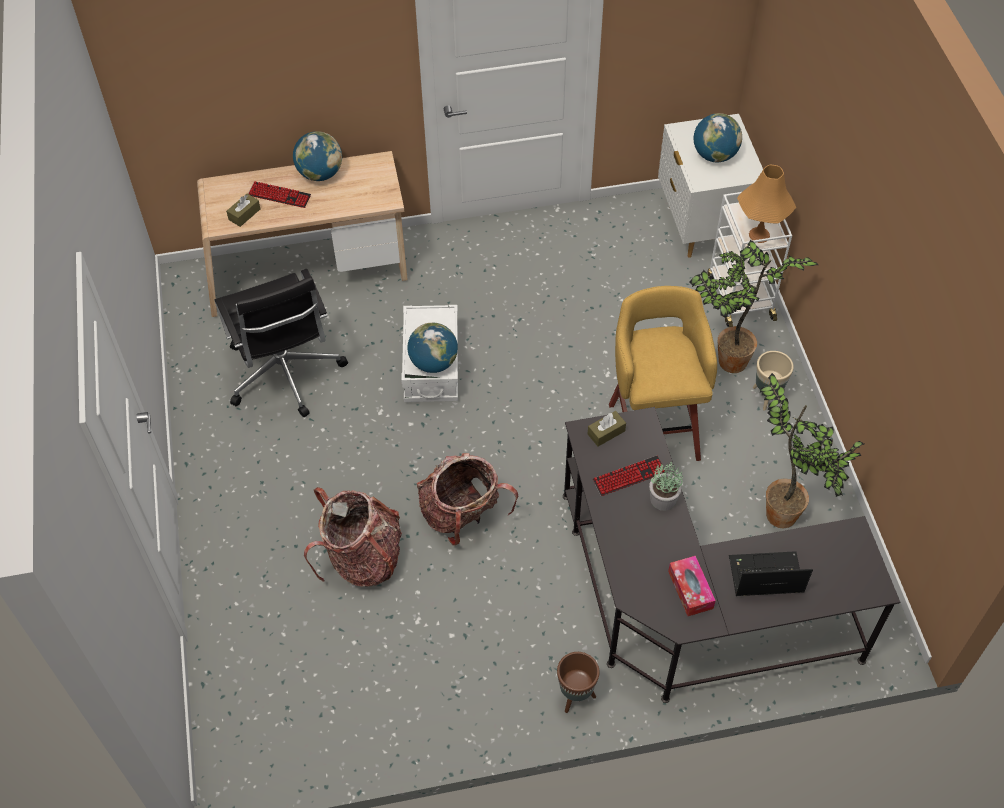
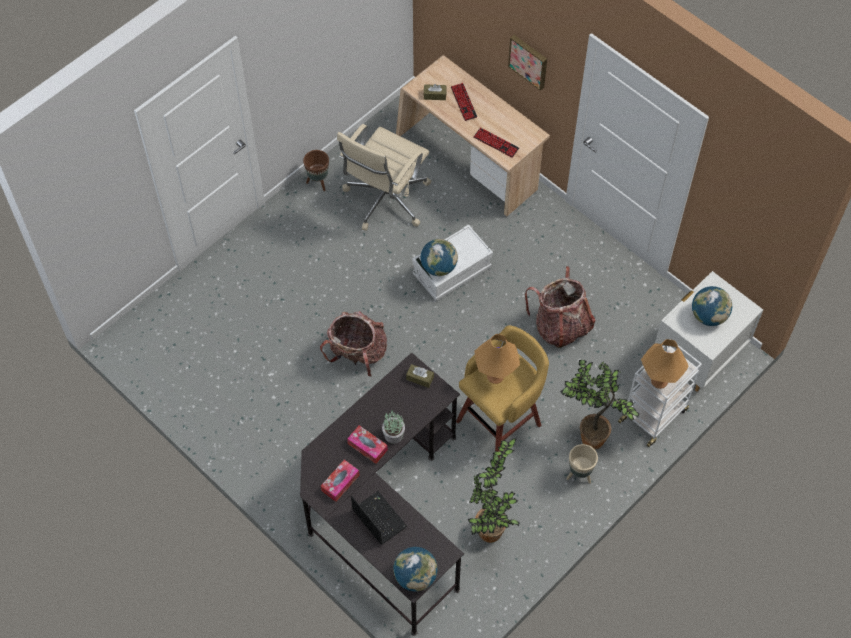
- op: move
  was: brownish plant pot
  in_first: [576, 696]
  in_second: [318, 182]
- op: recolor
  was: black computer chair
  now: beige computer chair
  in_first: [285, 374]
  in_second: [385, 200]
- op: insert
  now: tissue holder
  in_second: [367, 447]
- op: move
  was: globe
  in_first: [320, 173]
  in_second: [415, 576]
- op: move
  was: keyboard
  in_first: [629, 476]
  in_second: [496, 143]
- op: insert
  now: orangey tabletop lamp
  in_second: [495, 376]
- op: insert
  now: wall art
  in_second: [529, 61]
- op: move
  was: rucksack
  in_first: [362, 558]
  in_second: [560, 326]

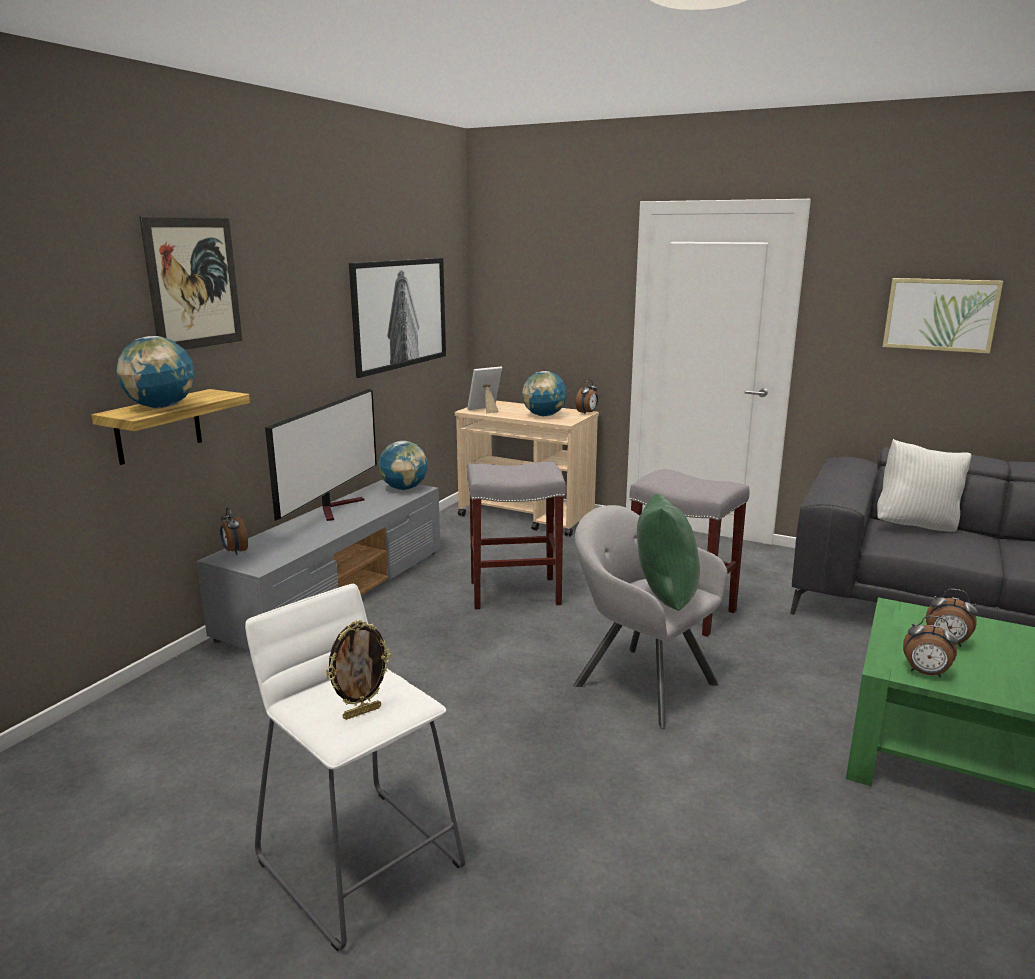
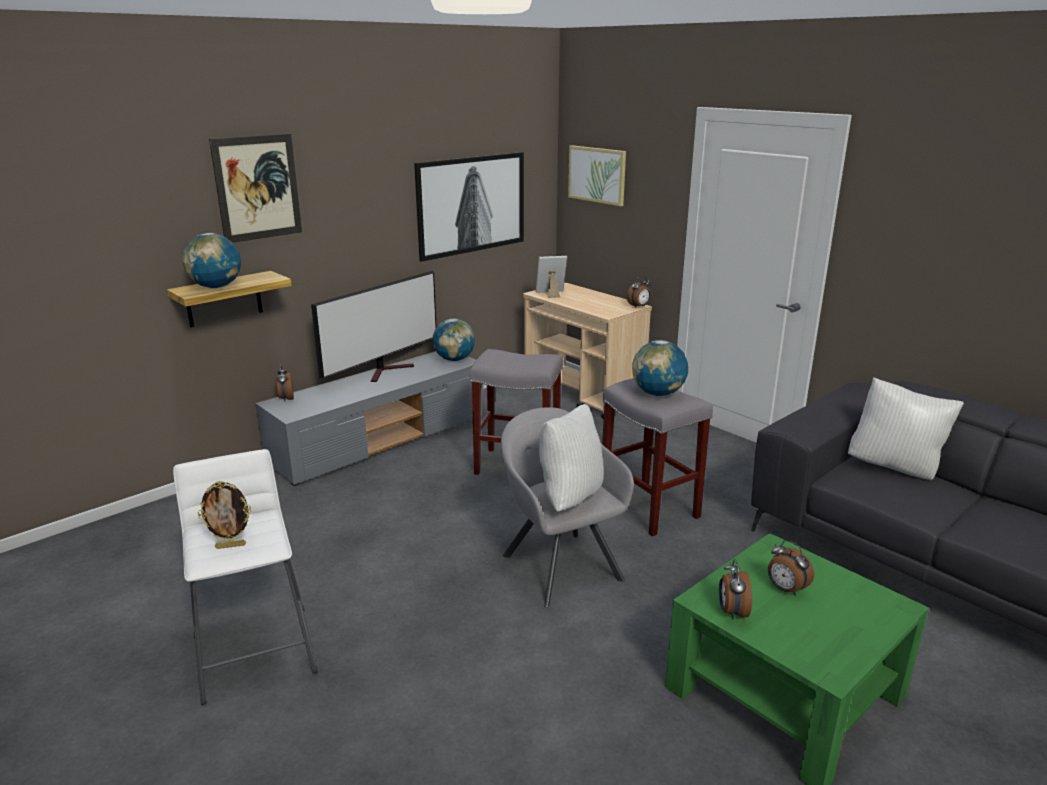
- op: recolor
  was: greenish cushion
  now: white cushion
  in_first: [662, 598]
  in_second: [569, 497]
- op: move
  was: wall art
  in_first: [940, 314]
  in_second: [597, 175]
- op: move
  was: globe
  in_first: [544, 415]
  in_second: [658, 393]
- op: rotate
  was: table clock
  in_first: [925, 673]
  in_second: [731, 612]
  clockwise: 45

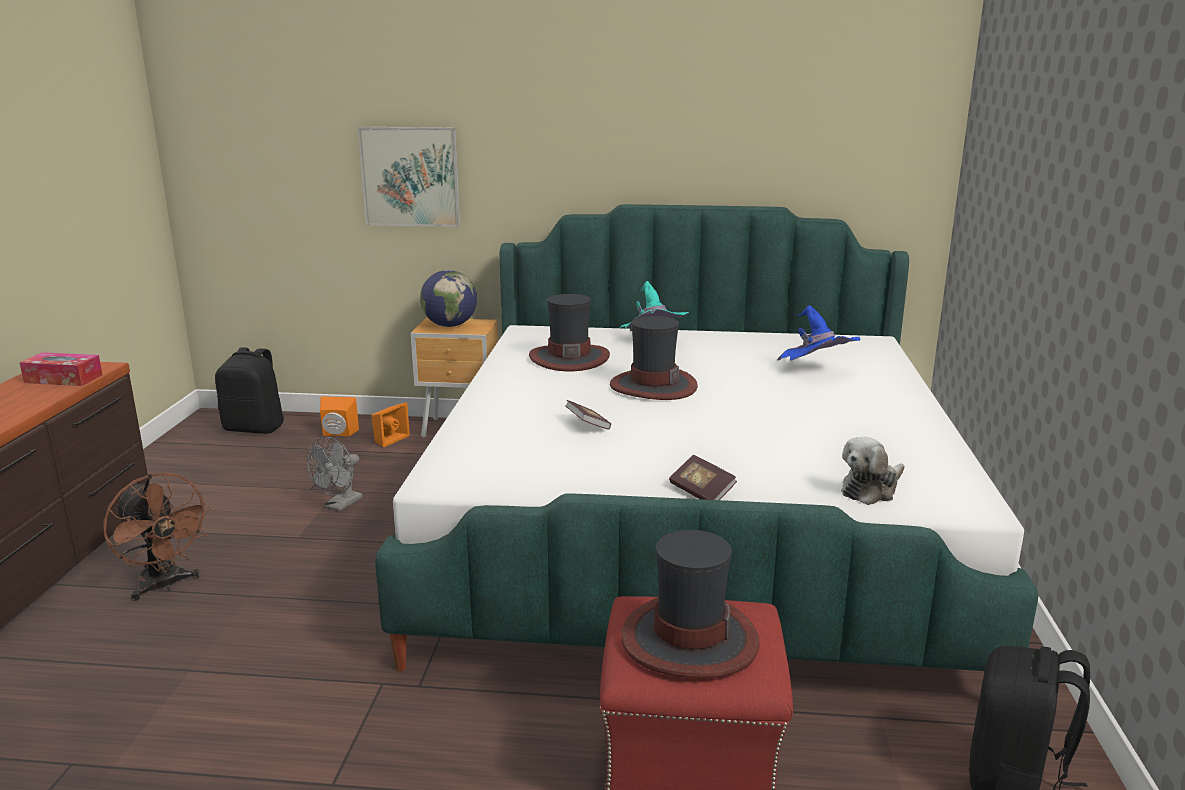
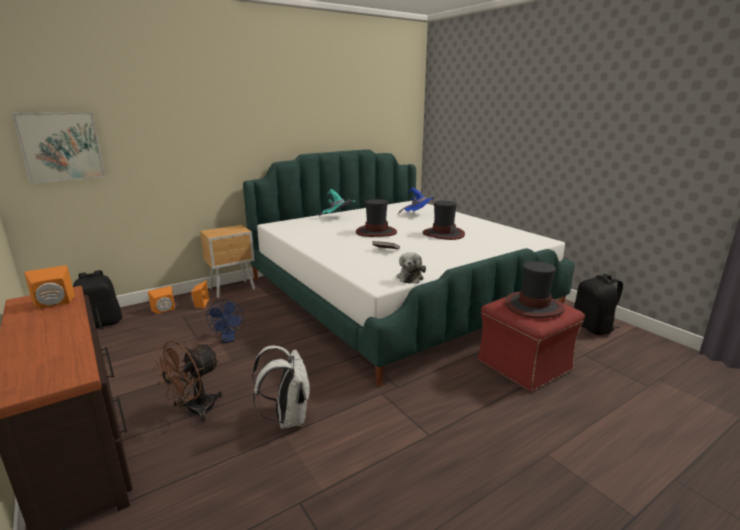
- op: move
  was: wall art
  in_first: [410, 176]
  in_second: [61, 147]
- op: replace
  was: tissue holder
  now: orangey loudspeaker
  in_first: [63, 379]
  in_second: [54, 304]
- op: rotate
  was: brownish cooling fan
  in_first: [165, 586]
  in_second: [194, 411]
  clockwise: 120
- op: recolor
  was: greyish cooling fan
  now: blue-coloured cooling fan
  in_first: [340, 505]
  in_second: [228, 339]
- op: insert
  now: white rucksack
  in_second: [288, 418]
- op: move
  was: plush toy
  in_first: [871, 490]
  in_second: [410, 277]
- op: move
  was: clothing hat
  in_first: [569, 358]
  in_second: [443, 234]
- op: delete
  was: globe
  in_first: [450, 325]
- op: delete
  was: volume
  in_first: [702, 492]

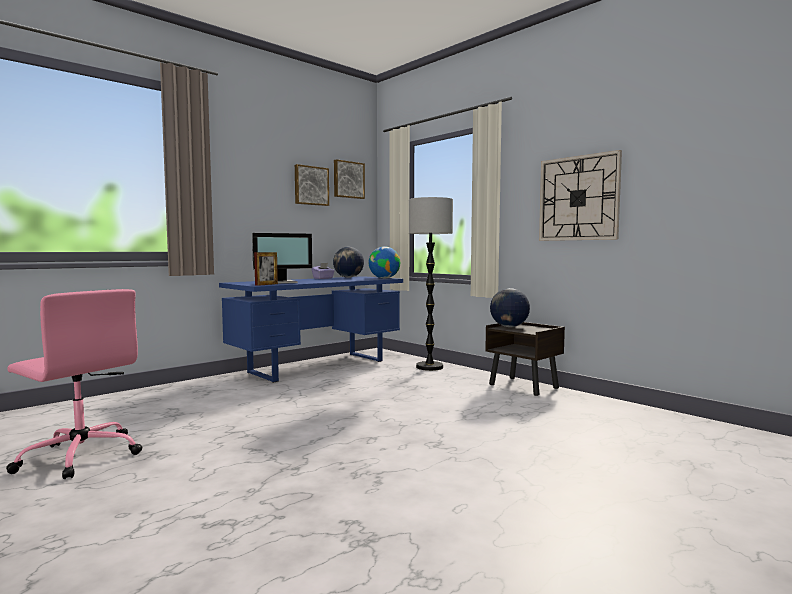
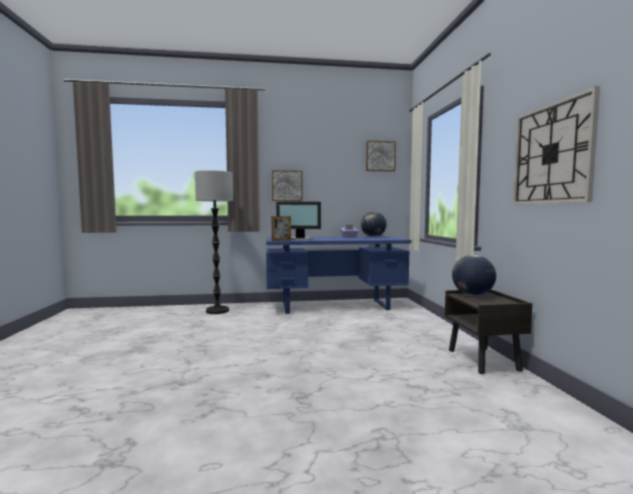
- op: move
  was: floor lamp
  in_first: [430, 367]
  in_second: [217, 311]
- op: move
  was: wall art
  in_first: [311, 185]
  in_second: [287, 186]
- op: delete
  was: pink computer chair
  in_first: [80, 455]
- op: delete
  was: globe
  in_first: [384, 278]

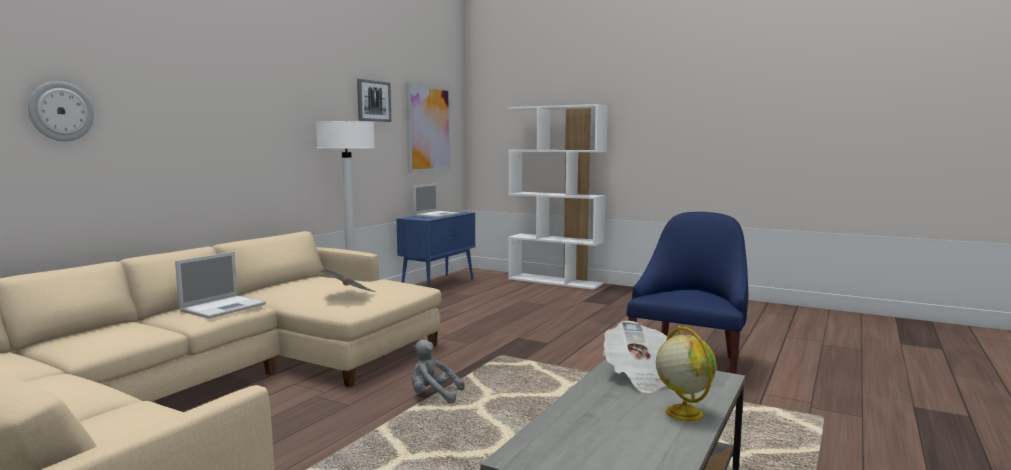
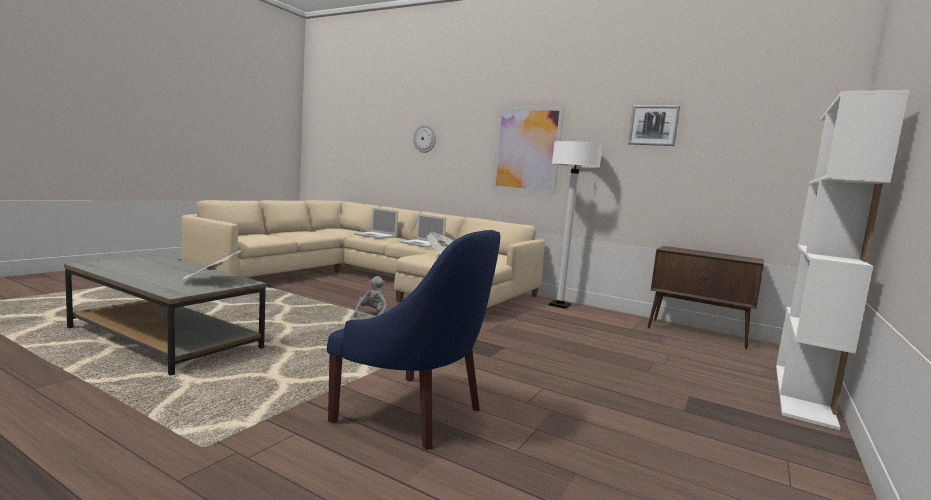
- op: move
  was: notebook computer
  in_first: [437, 215]
  in_second: [376, 235]
- op: move
  was: wall art
  in_first: [428, 128]
  in_second: [527, 149]
- op: recolor
  was: blue-coloured cabinet
  now: brownish cabinet
  in_first: [438, 284]
  in_second: [698, 333]
- op: delete
  was: globe
  in_first: [683, 413]

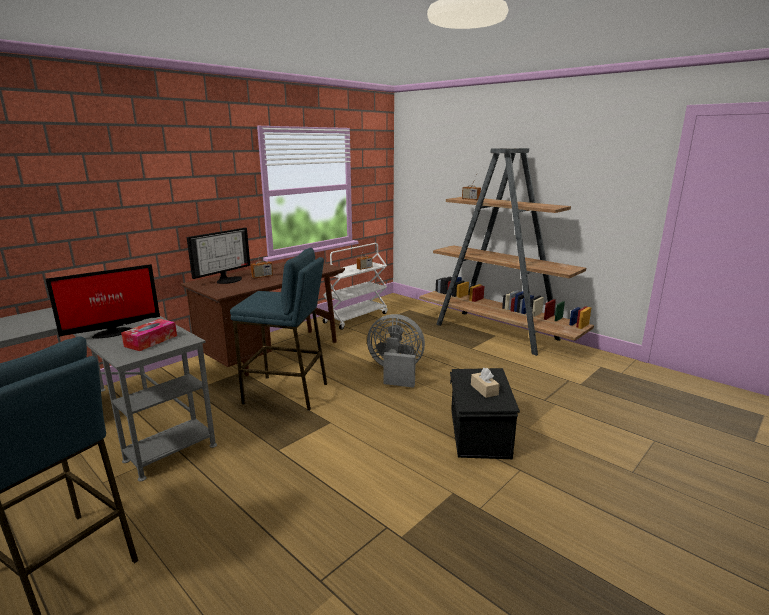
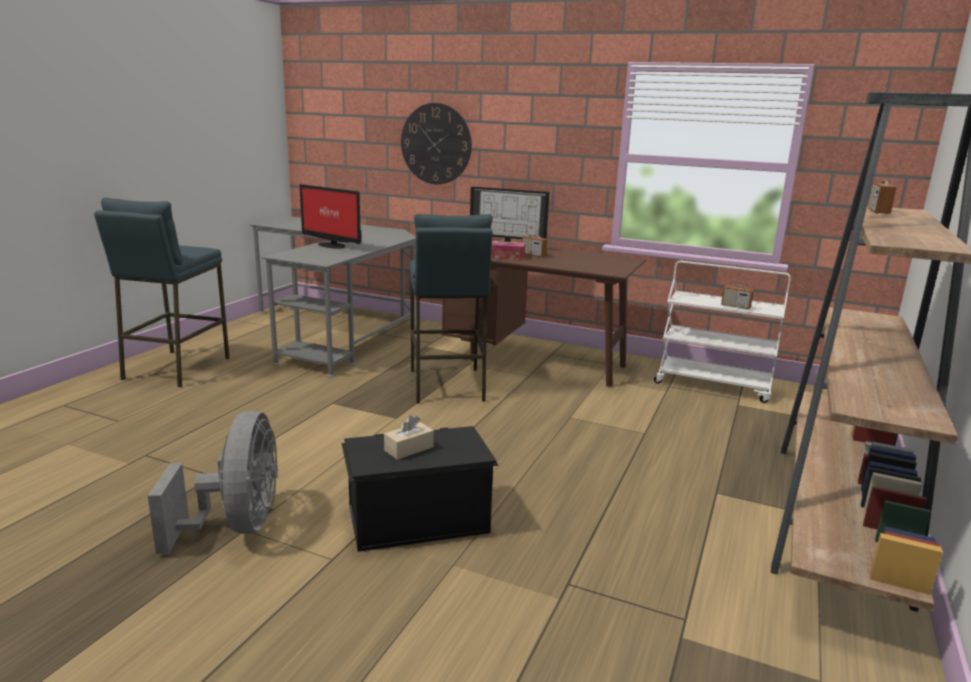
- op: move
  was: greyish cooling fan
  in_first: [395, 372]
  in_second: [237, 526]
- op: insert
  now: wall clock
  in_second: [436, 144]
- op: move
  was: tissue holder
  in_first: [151, 341]
  in_second: [504, 256]

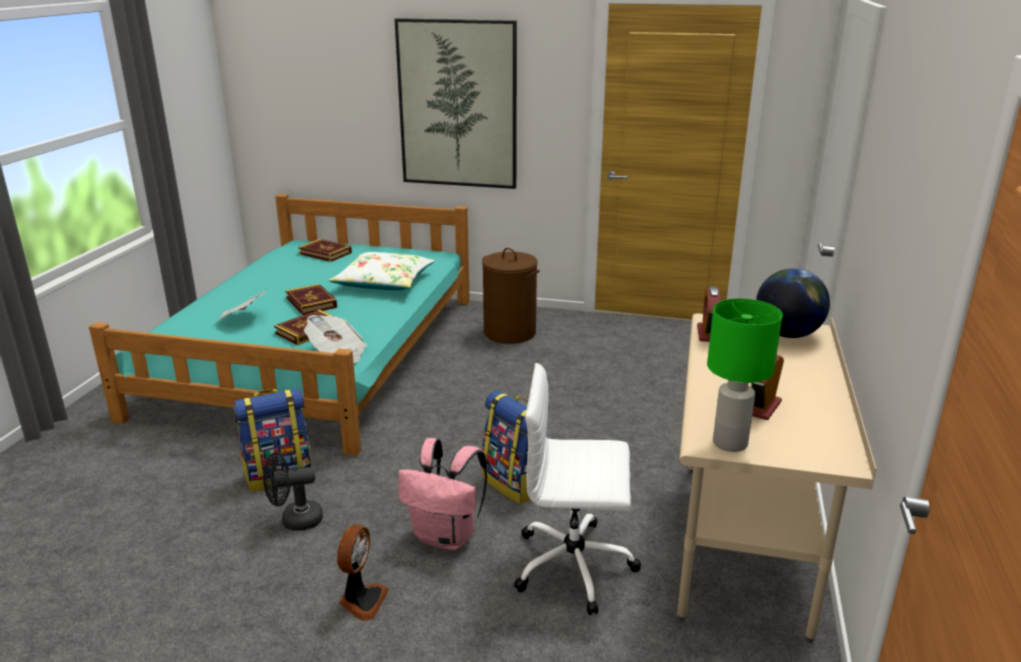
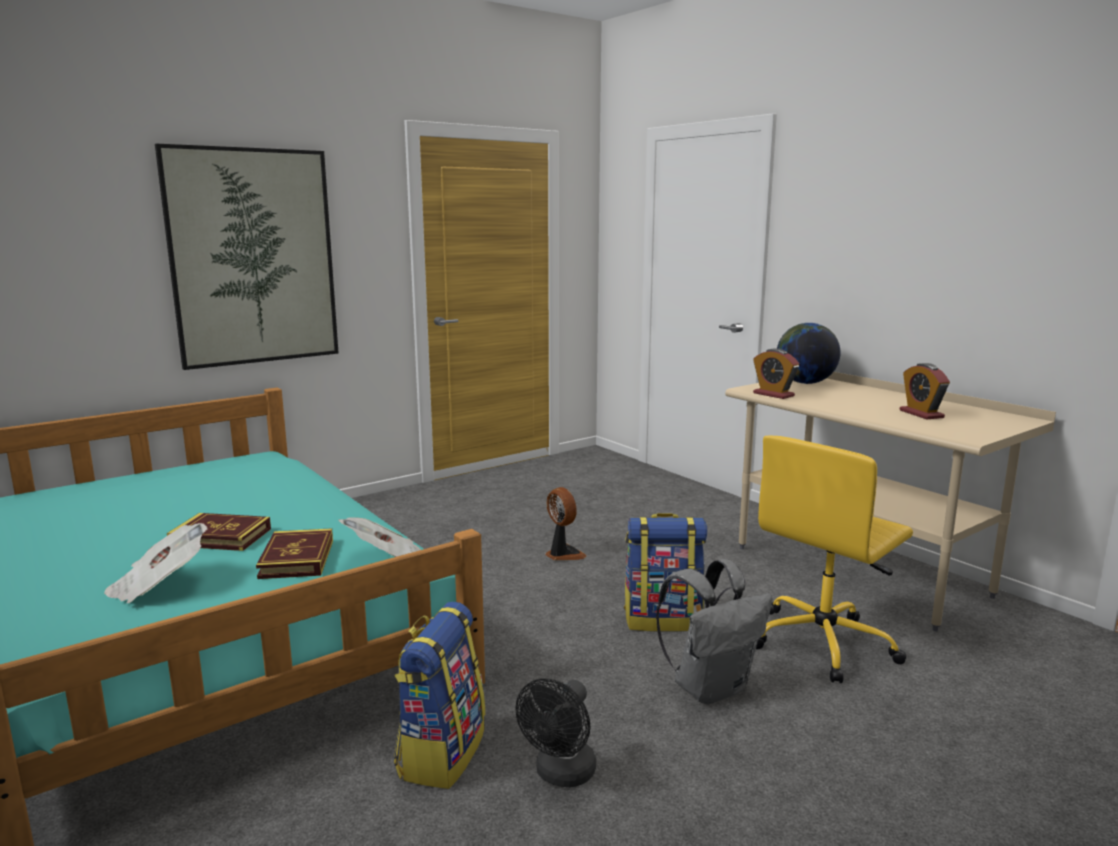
- op: move
  was: cooling fan
  in_first: [362, 600]
  in_second: [563, 554]
- op: recolor
  was: pink rucksack
  now: greyish rucksack
  in_first: [446, 537]
  in_second: [711, 687]
- op: recolor
  was: white computer chair
  now: yellowish computer chair
  in_first: [575, 565]
  in_second: [824, 642]
- op: delete
  was: volume
  in_first: [325, 253]
- op: delete
  was: white cushion
  in_first: [384, 282]
- op: delete
  was: brownish hamper
  in_first: [510, 333]
- op: delete
  was: greenish tabletop lamp
  in_first: [729, 443]

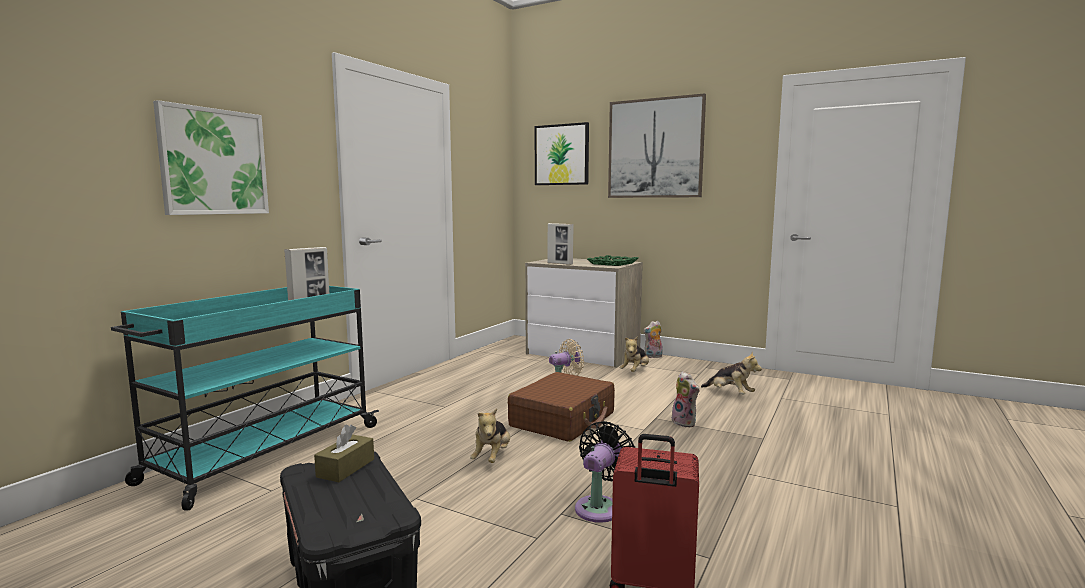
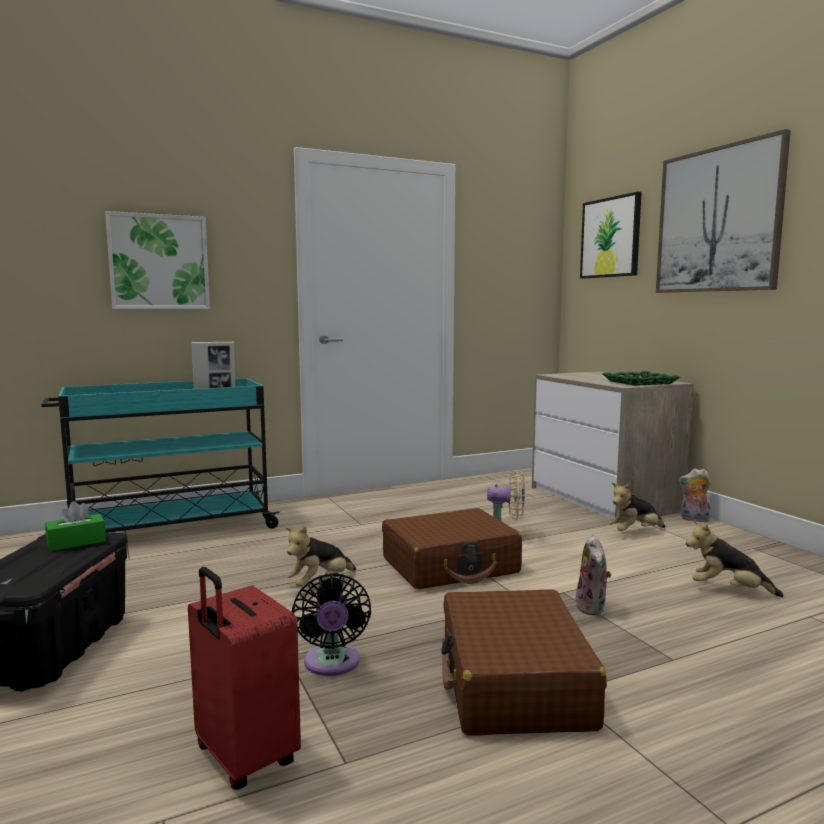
- op: recolor
  was: brownish tissue holder
  now: greenish tissue holder
  in_first: [346, 468]
  in_second: [76, 542]
- op: rotate
  was: black cooling fan
  in_first: [600, 507]
  in_second: [332, 664]
  clockwise: 105
- op: insert
  now: brownish piece of luggage
  in_second: [514, 683]
- op: rotate
  was: plush toy
  in_first: [730, 394]
  in_second: [728, 590]
  clockwise: 120
- op: delete
  was: photo frame
  in_first: [560, 263]

